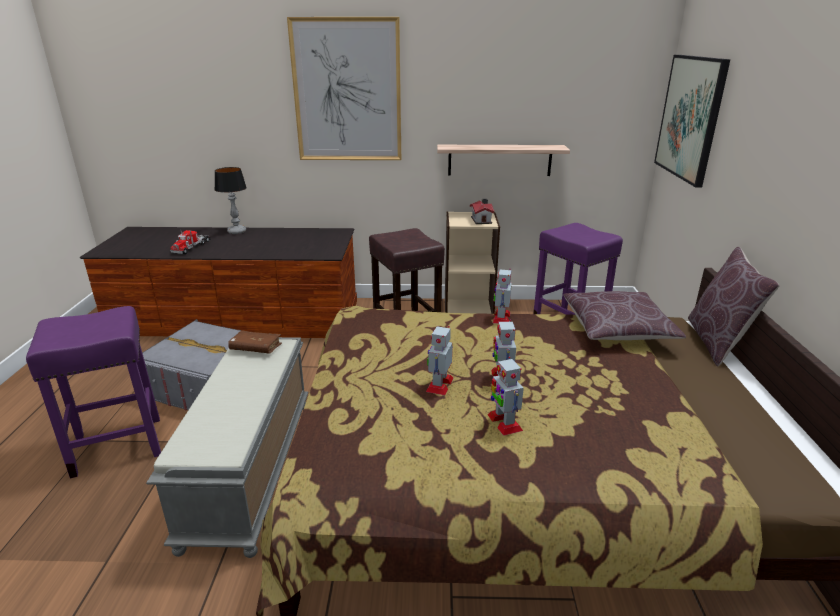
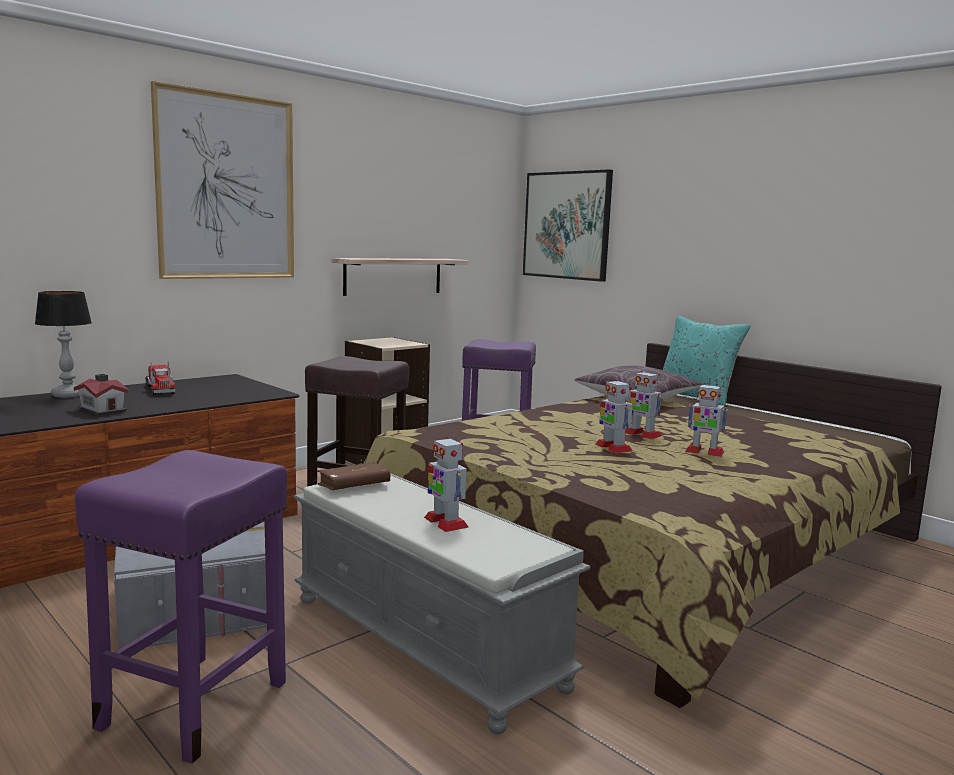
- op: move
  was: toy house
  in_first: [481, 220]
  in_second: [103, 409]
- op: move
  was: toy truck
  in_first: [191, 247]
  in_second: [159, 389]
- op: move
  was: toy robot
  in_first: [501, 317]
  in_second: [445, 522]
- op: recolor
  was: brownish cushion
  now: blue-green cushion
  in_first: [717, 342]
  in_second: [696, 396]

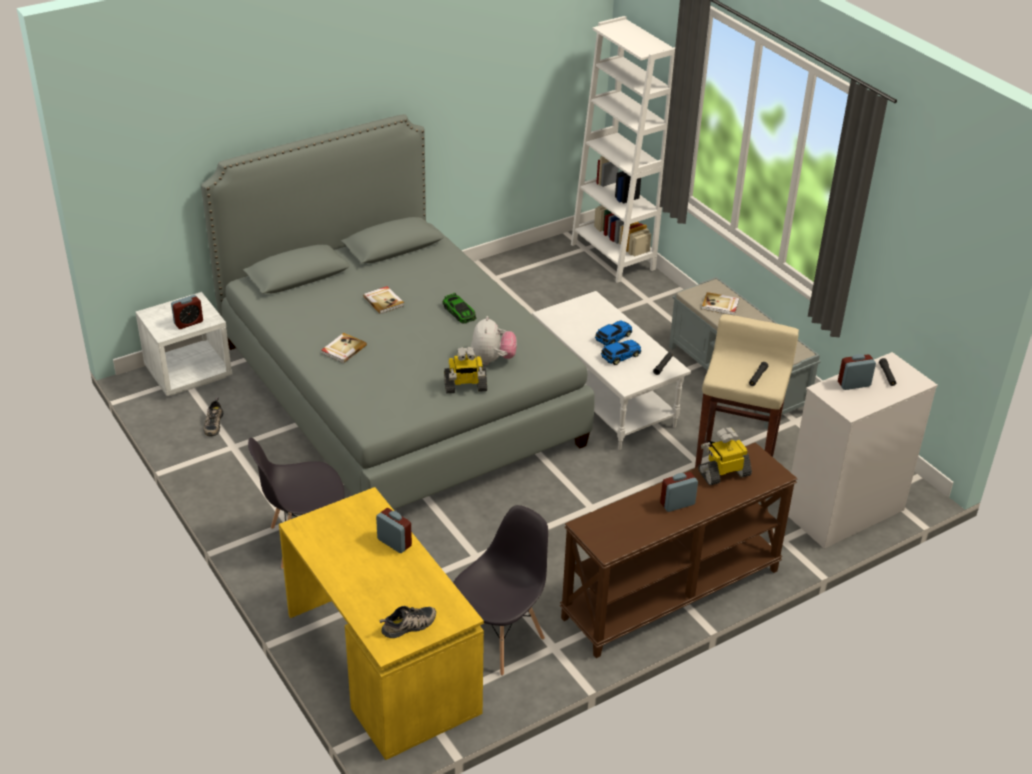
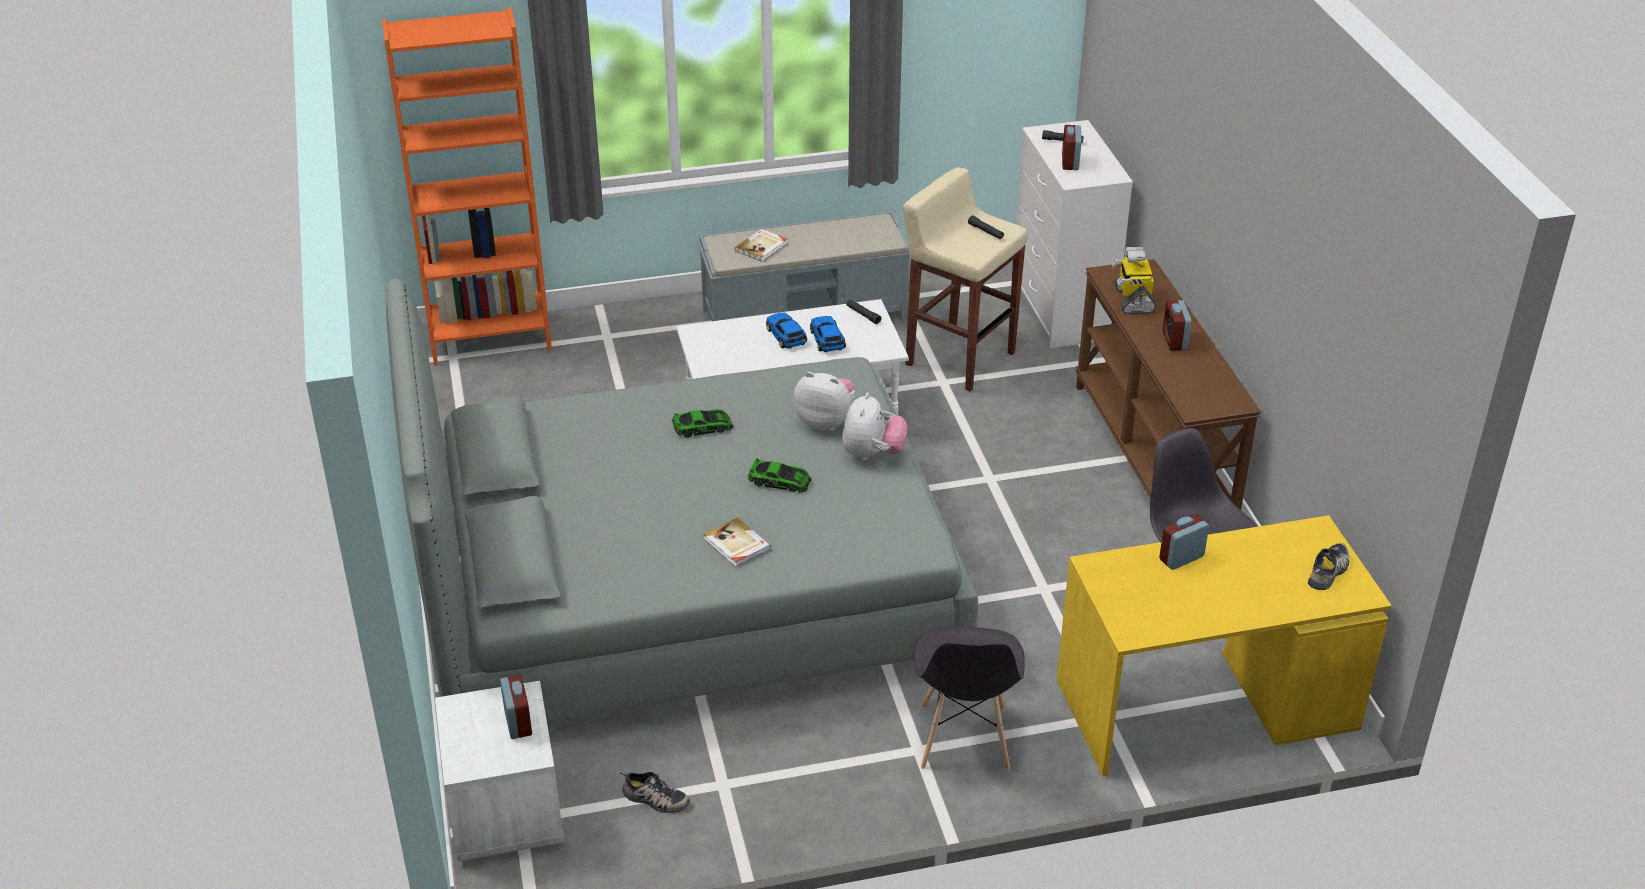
- op: recolor
  was: white bookshelf
  now: orangey bookshelf
  in_first: [612, 256]
  in_second: [490, 339]
- op: insert
  now: miniature car
  in_second: [780, 481]
- op: replace
  was: toy robot
  now: plush toy
  in_first: [465, 386]
  in_second: [872, 454]
- op: rotate
  was: low shoe
  in_first: [409, 626]
  in_second: [1329, 572]
  clockwise: 45
- op: delete
  was: volume
  in_first: [384, 301]

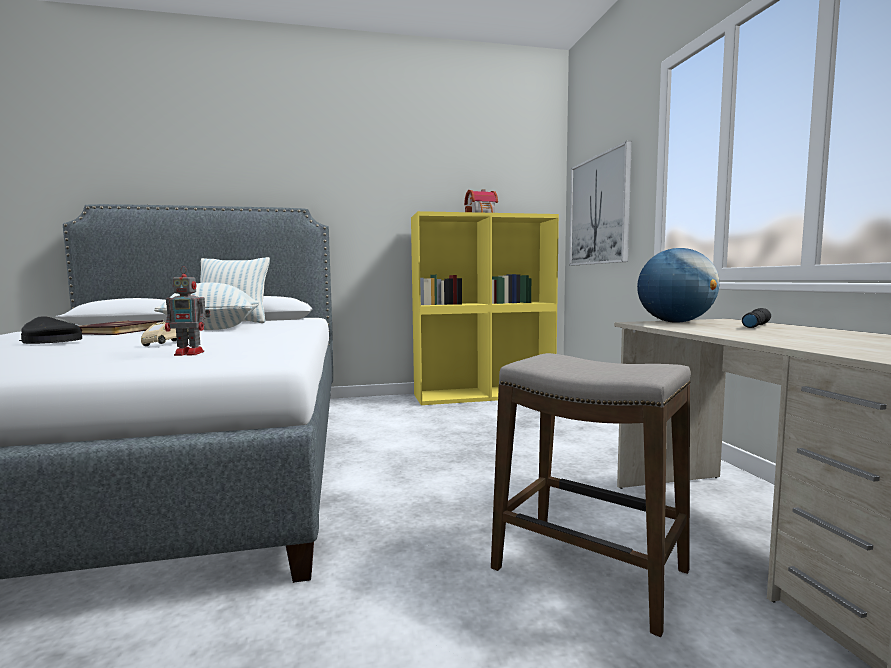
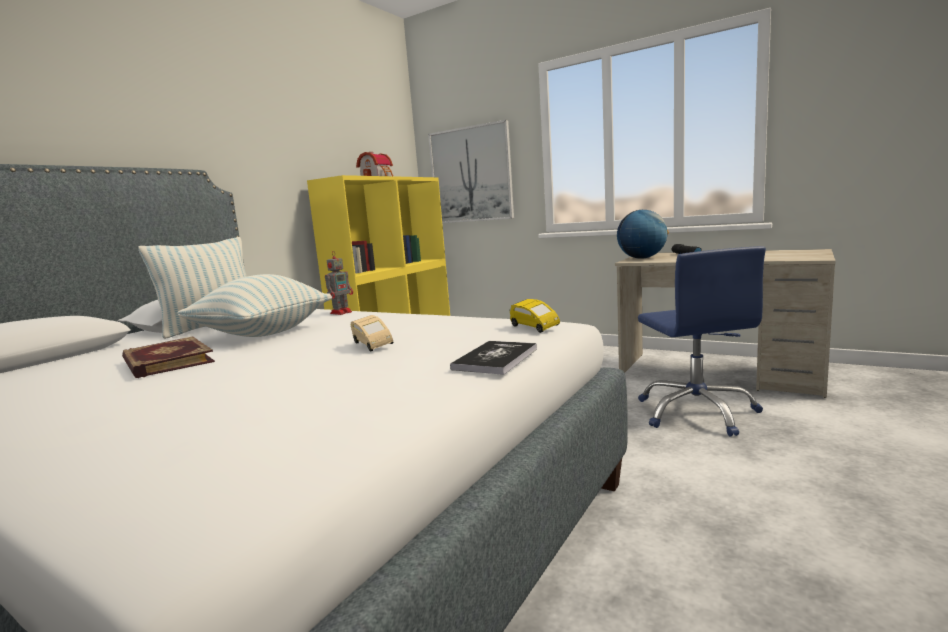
- op: move
  was: toy robot
  in_first: [191, 353]
  in_second: [342, 312]
- op: insert
  now: volume
  in_second: [495, 359]
- op: insert
  now: yellowish miniature car
  in_second: [533, 328]
- op: replace
  was: stool
  now: blue-coloured computer chair
  in_first: [589, 571]
  in_second: [697, 412]
- op: delete
  was: black baseball cap
  in_first: [50, 341]

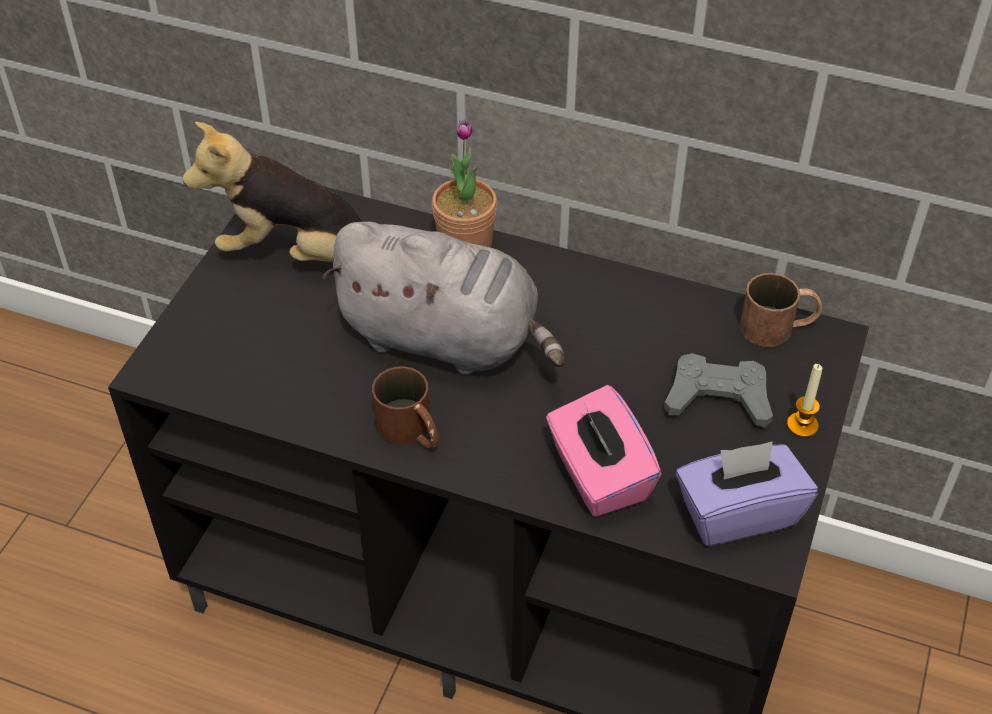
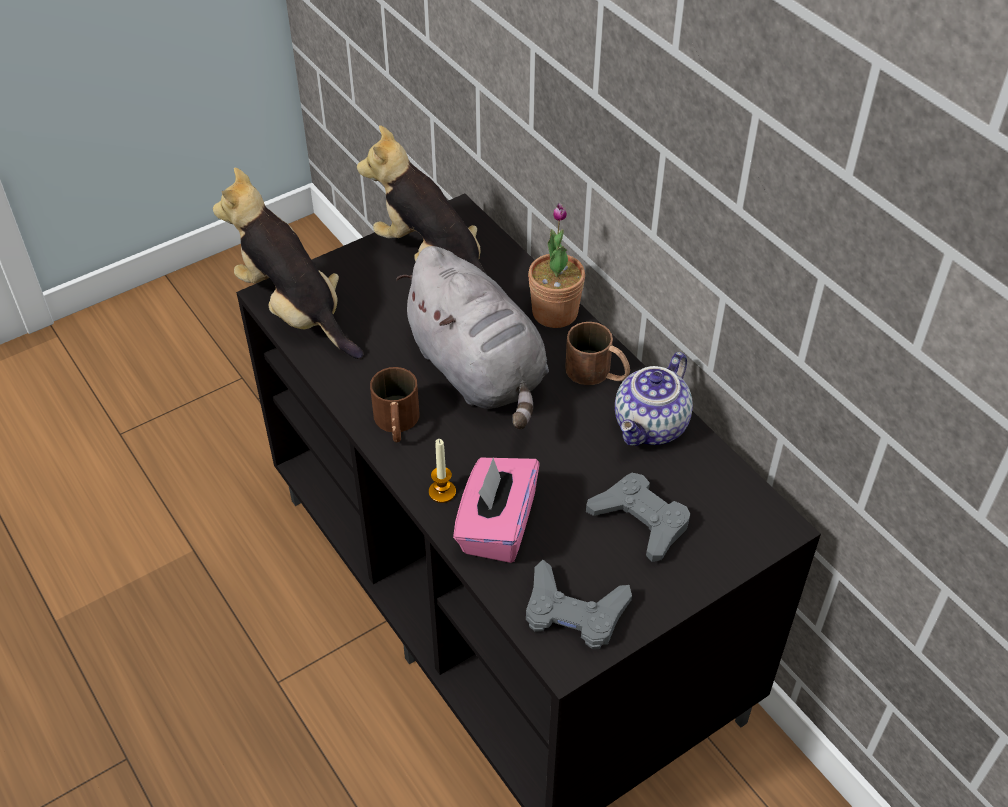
- op: insert
  now: plush toy
  in_second: [295, 311]
- op: move
  was: wax candle
  in_first: [802, 425]
  in_second: [442, 492]
- op: replace
  was: purple-coloured tissue holder
  now: greyish game controller
  in_first: [738, 513]
  in_second: [573, 612]
- op: move
  was: brownish mug
  in_first: [779, 327]
  in_second: [597, 373]
- op: insert
  now: tea pot
  in_second: [652, 427]

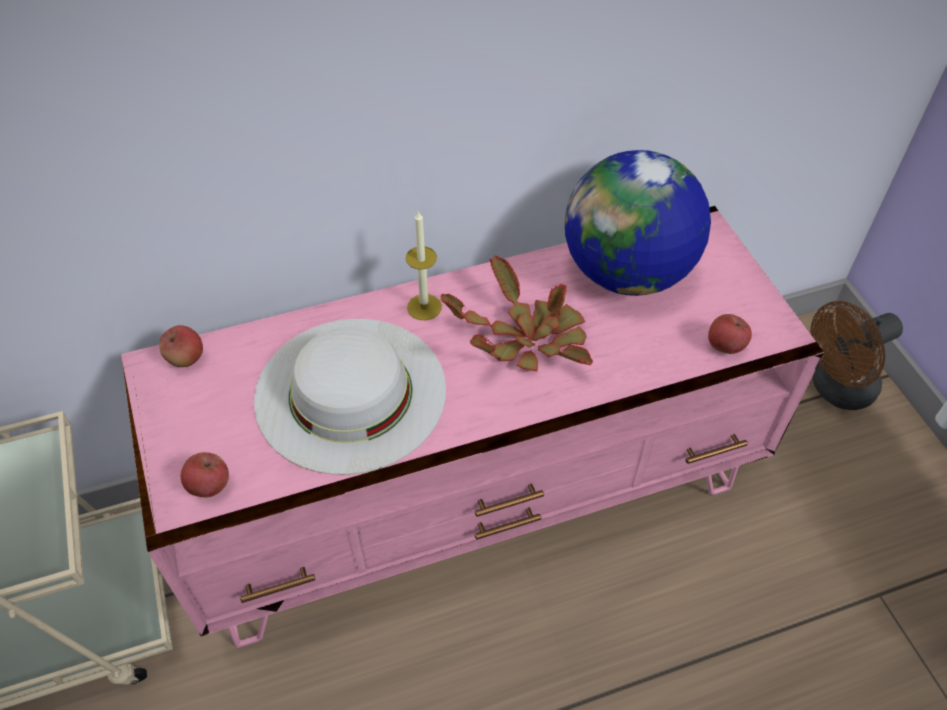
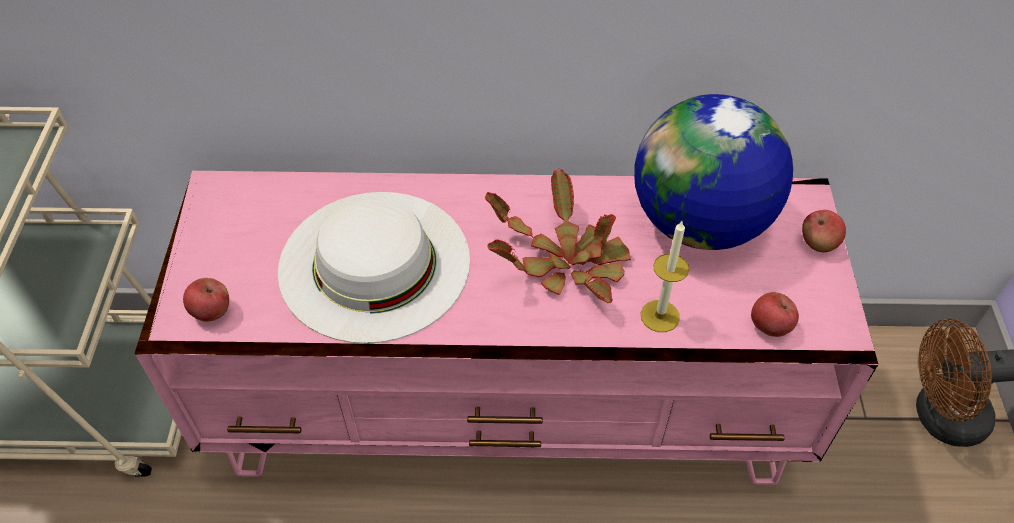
- op: move
  was: wax candle
  in_first: [424, 307]
  in_second: [660, 316]
- op: move
  was: apple
  in_first: [186, 358]
  in_second: [818, 243]

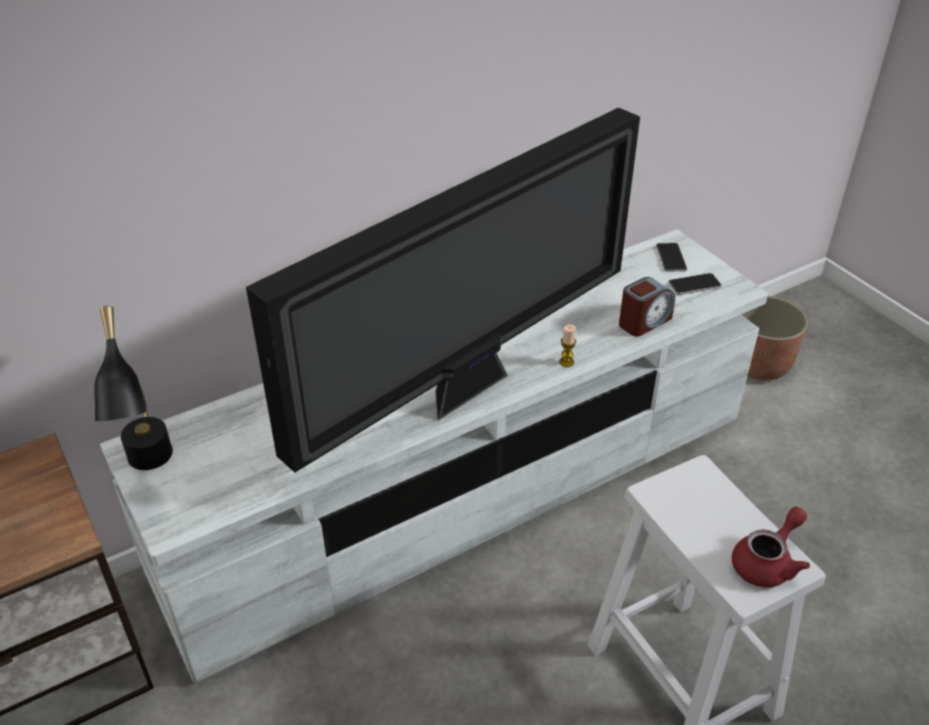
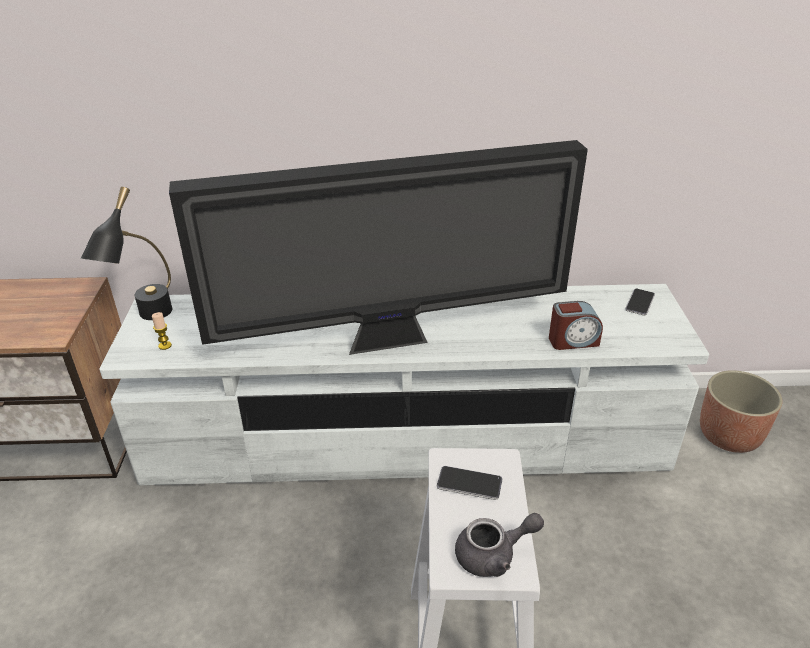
- op: move
  was: wax candle
  in_first: [566, 362]
  in_second: [165, 345]
- op: move
  was: handset
  in_first: [694, 285]
  in_second: [469, 484]
- op: recolor
  was: red-coloured tea pot
  now: greyish tea pot
  in_first: [767, 562]
  in_second: [493, 555]

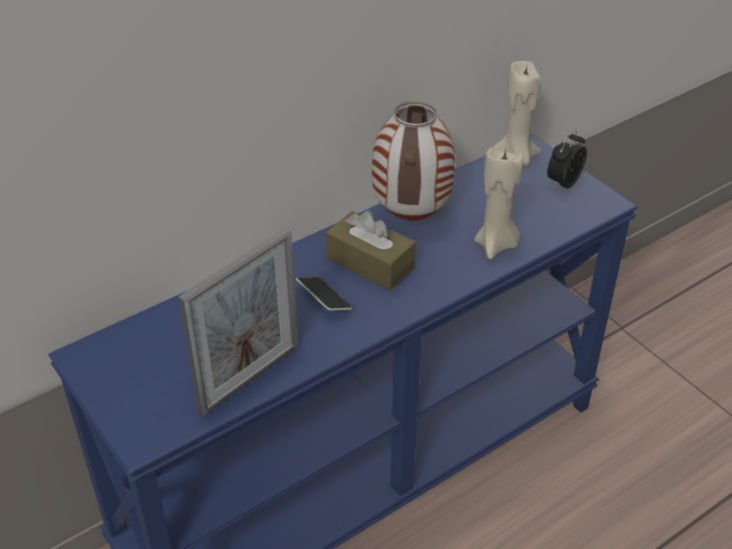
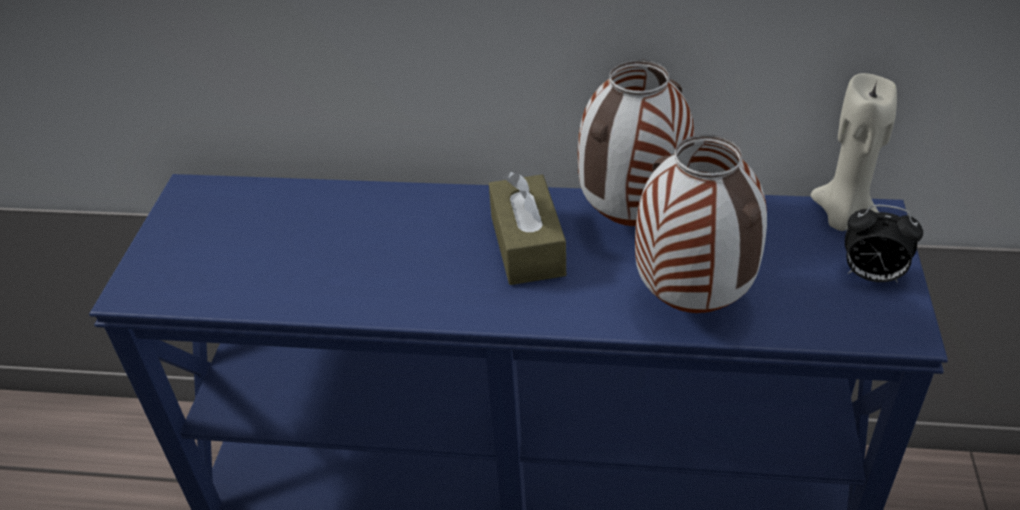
- op: replace
  was: beige wax candle
  now: vase
  in_first: [496, 245]
  in_second: [689, 303]
- op: rotate
  was: table clock
  in_first: [563, 183]
  in_second: [871, 276]
  clockwise: -150
- op: delete
  was: photo frame
  in_first: [250, 379]
- op: delete
  was: handset
  in_first: [324, 300]

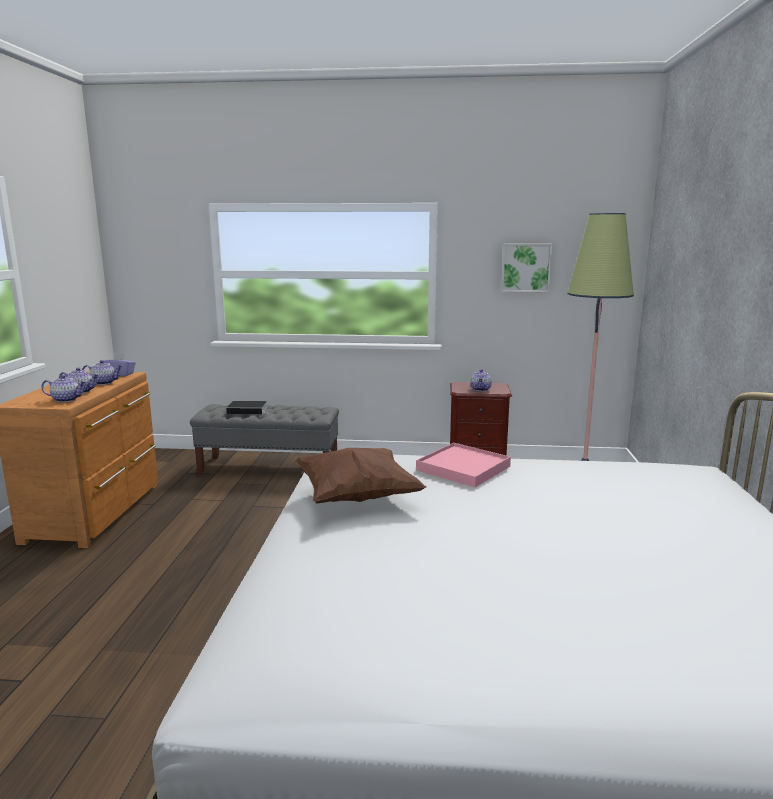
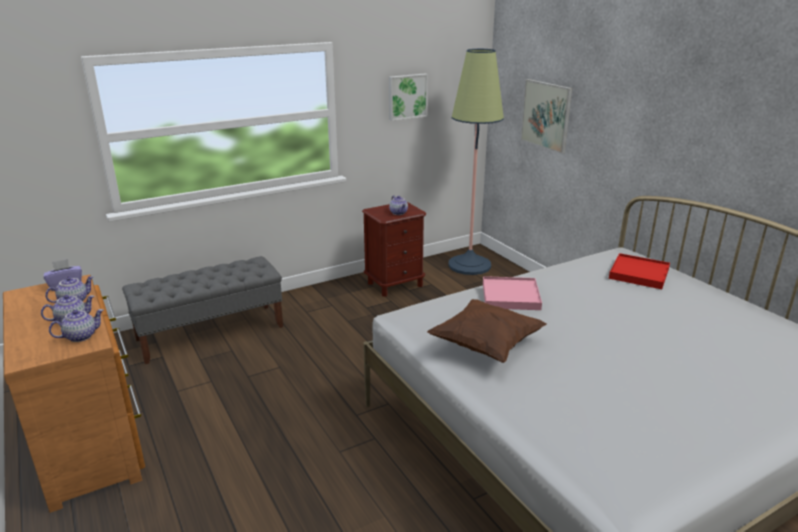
- op: insert
  now: wall art
  in_second: [546, 115]
- op: insert
  now: red-coloured carrying tray
  in_second: [639, 274]
- op: delete
  was: volume
  in_first: [248, 410]

